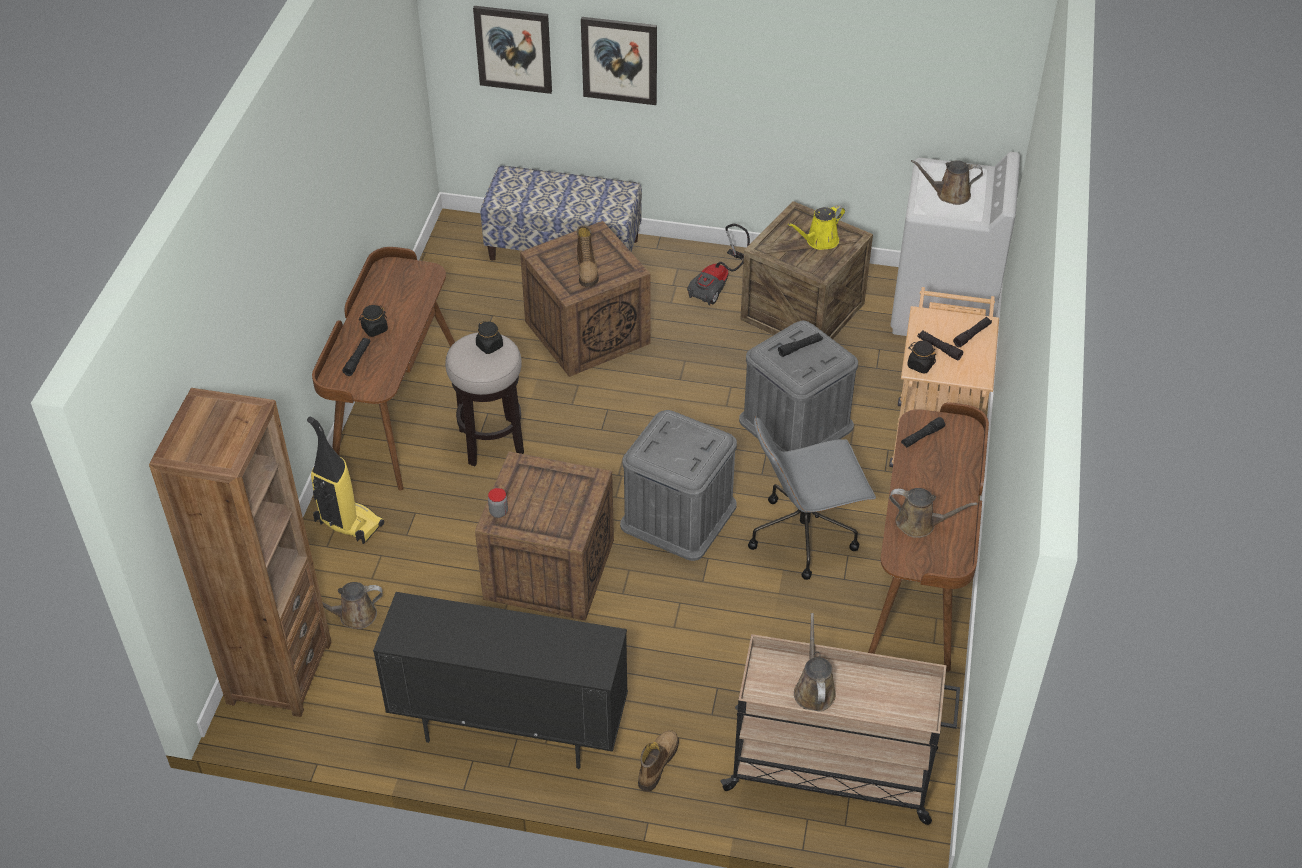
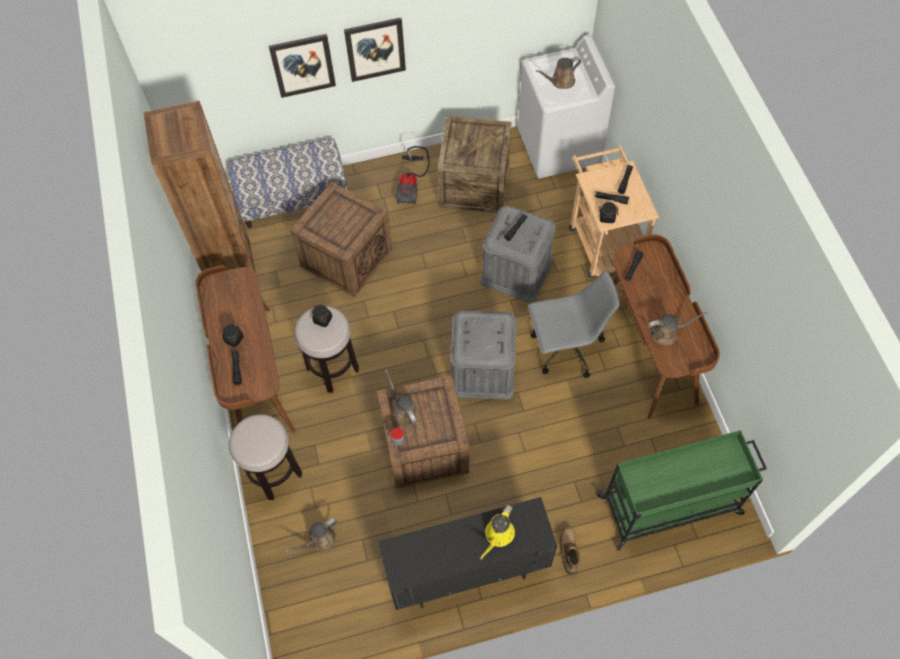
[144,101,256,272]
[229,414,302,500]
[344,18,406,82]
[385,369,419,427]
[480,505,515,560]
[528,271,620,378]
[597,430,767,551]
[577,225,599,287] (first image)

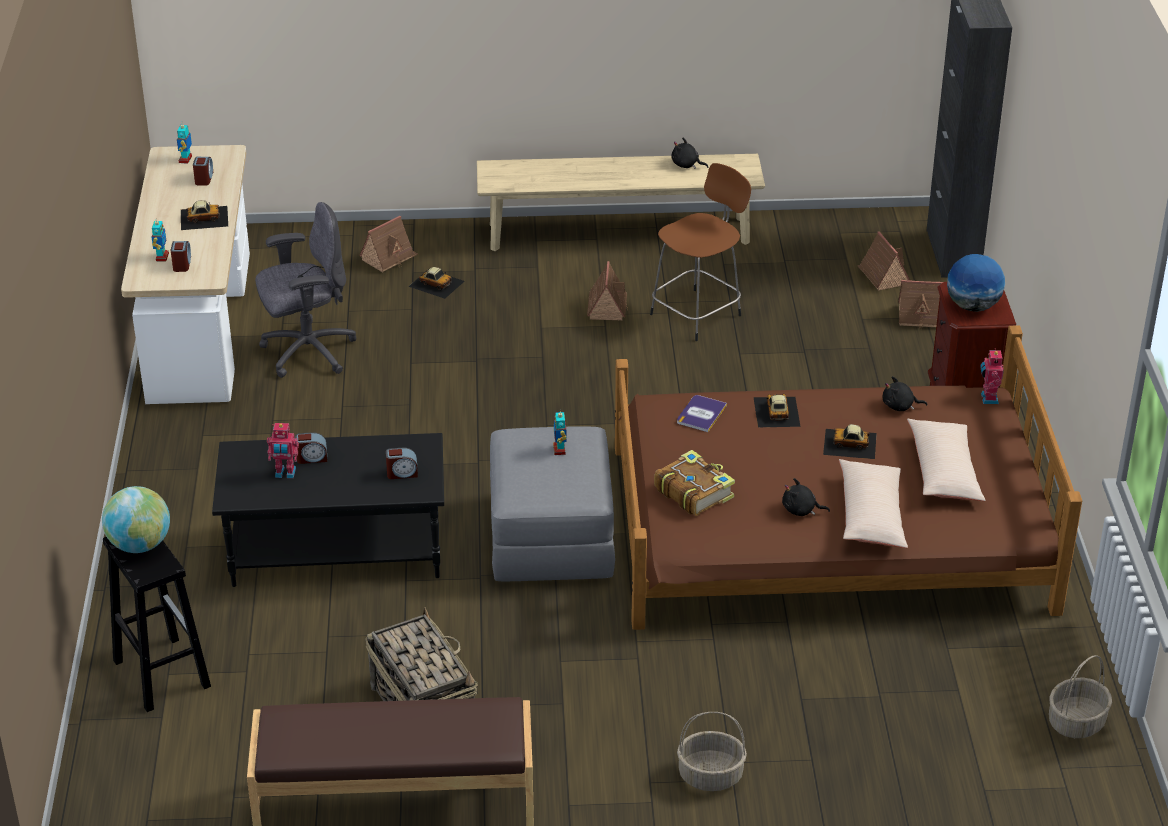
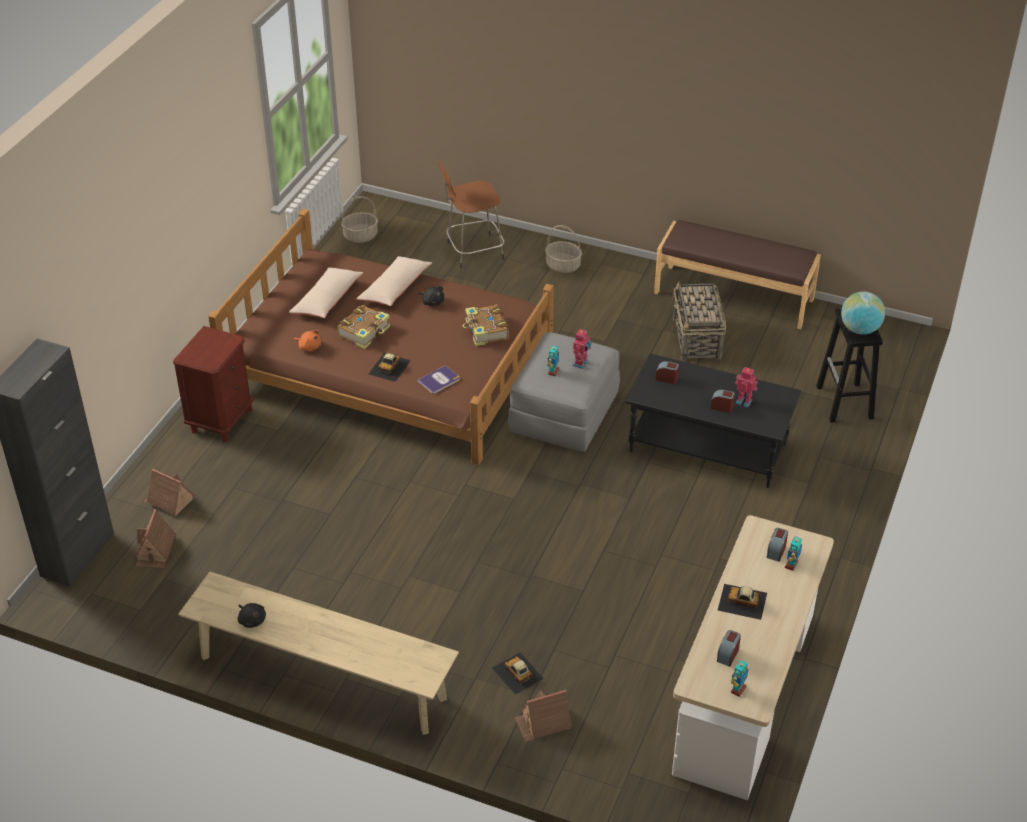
[293,330,321,351]
[337,305,390,349]
[438,160,504,268]
[573,329,591,369]
[255,202,356,378] (first image)
[587,261,628,320] (first image)
[947,254,1005,312] (first image)

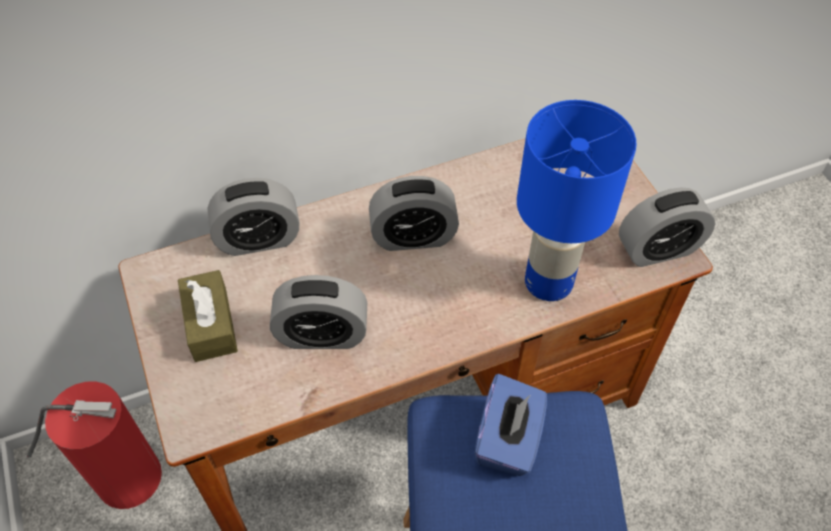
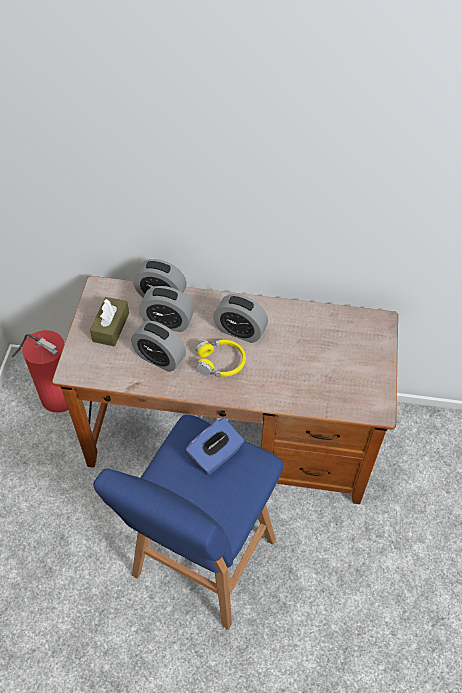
[139,286,194,332]
[196,340,246,377]
[517,100,637,301] (first image)

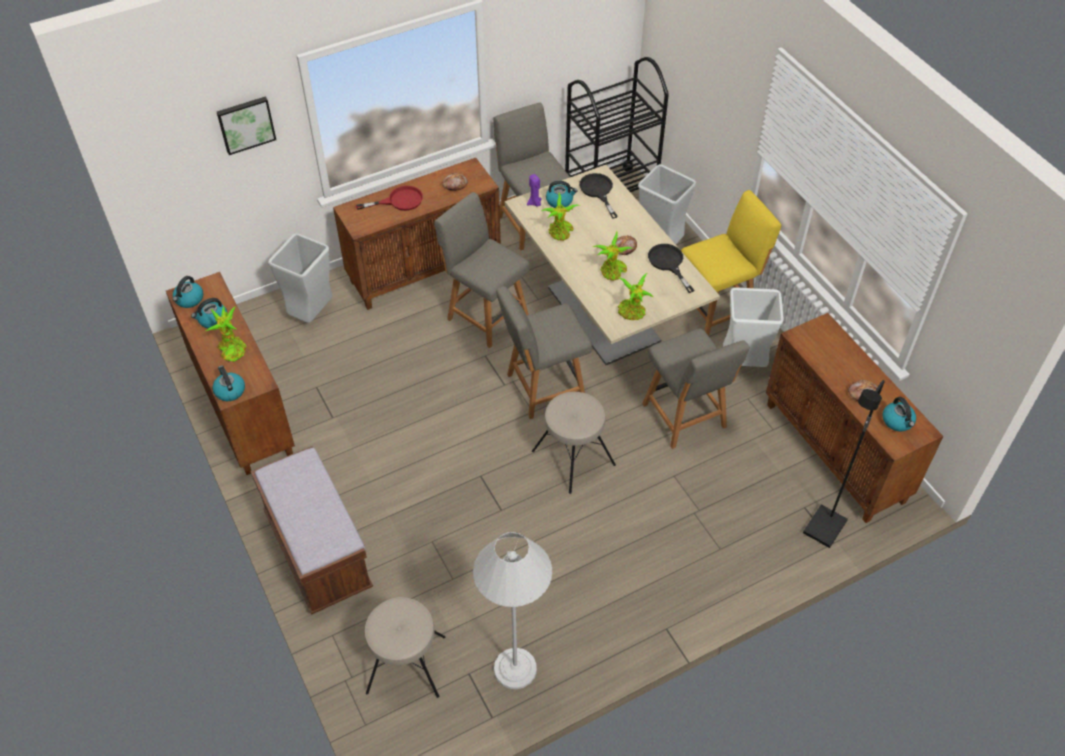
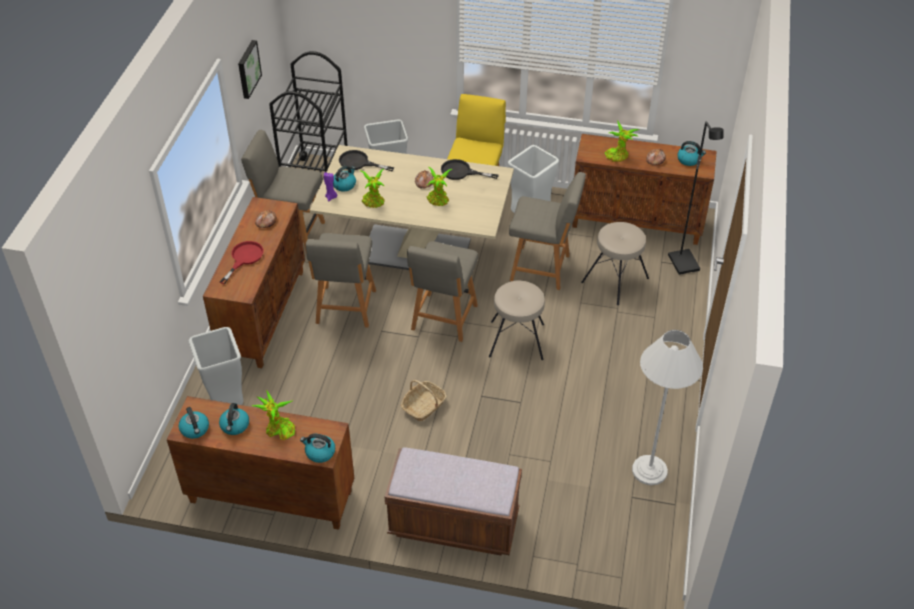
[238,40,262,99]
[306,233,376,328]
[401,380,447,421]
[581,222,649,305]
[605,120,639,162]

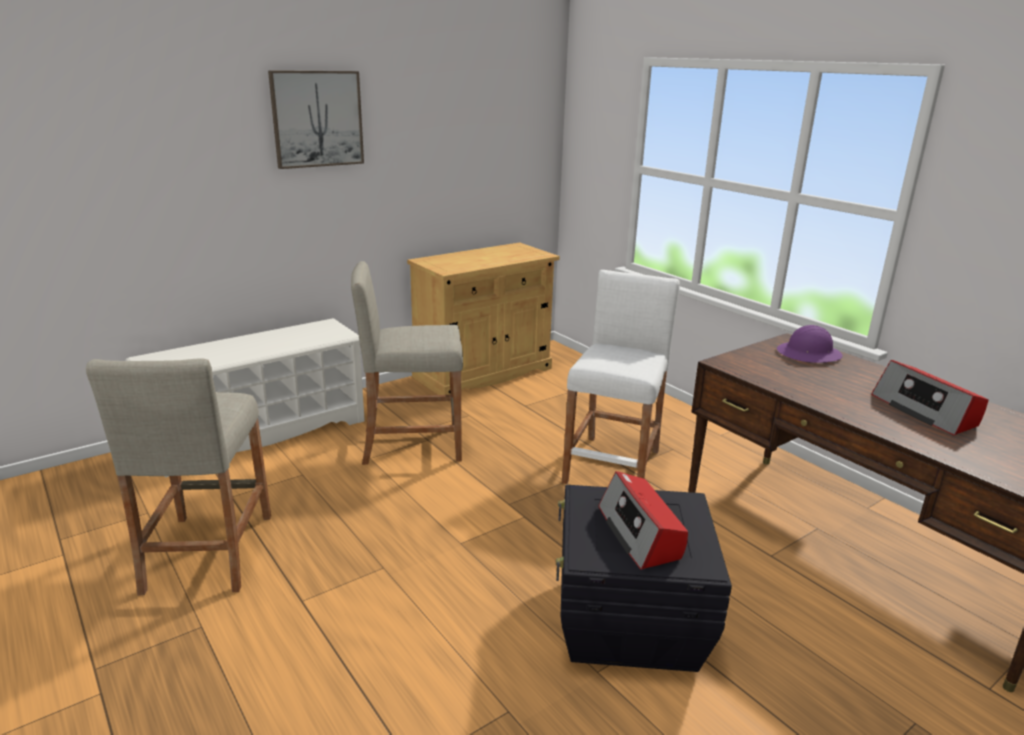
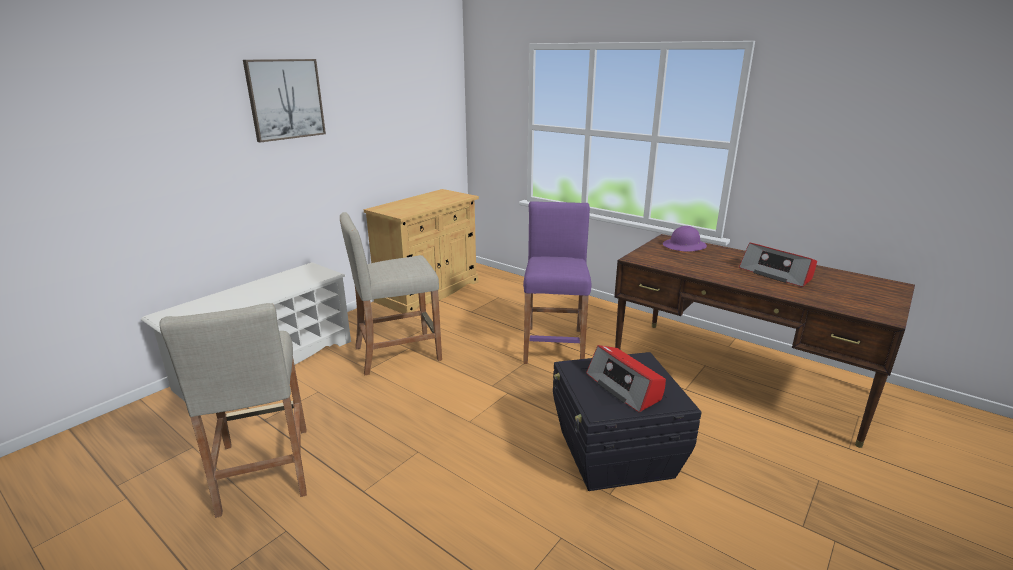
[523,201,591,364]

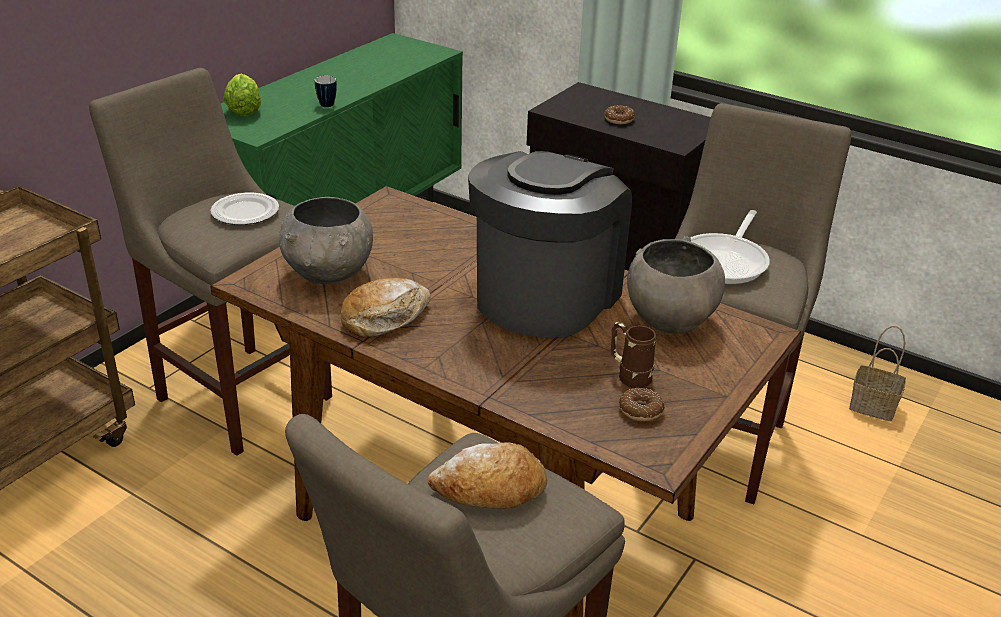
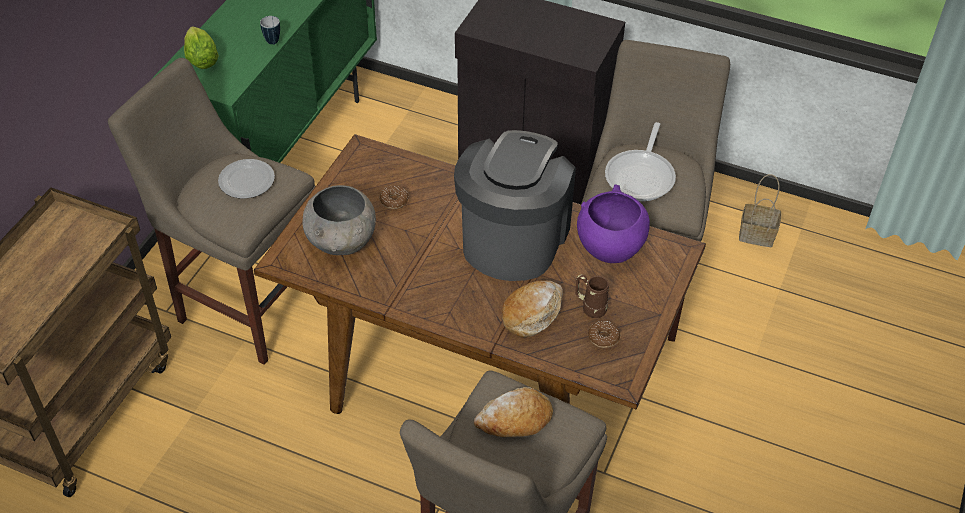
[379,185,409,209]
[502,280,563,338]
[577,184,650,263]

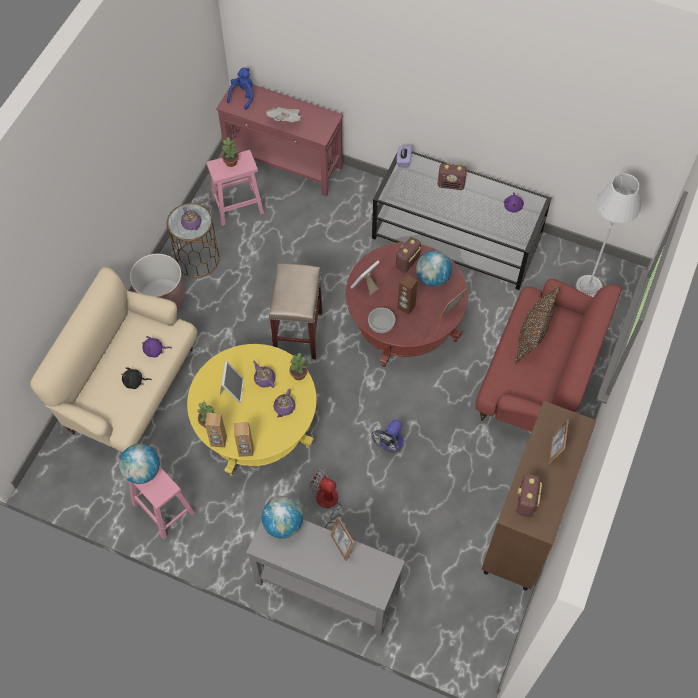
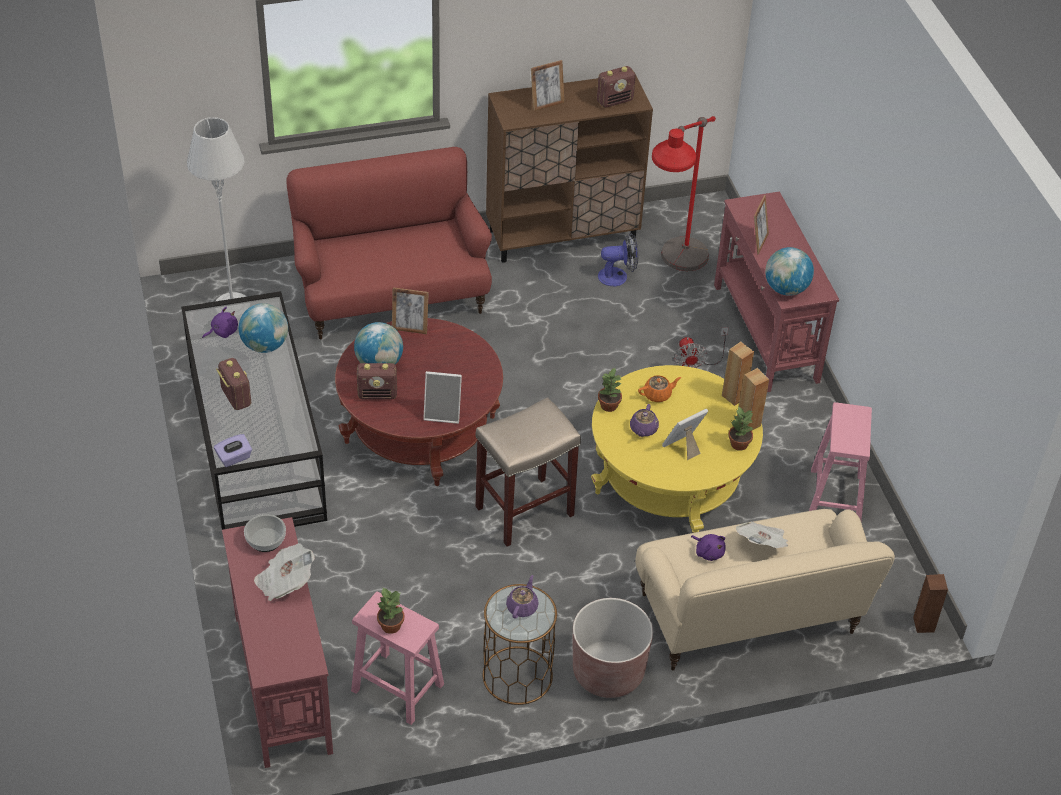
[239,303,288,353]
[244,514,286,552]
[598,233,638,286]
[638,375,681,402]
[652,116,716,271]
[714,191,839,392]
[736,521,788,548]
[913,574,948,633]
[227,68,254,110] (first image)
[515,286,560,364] (first image)

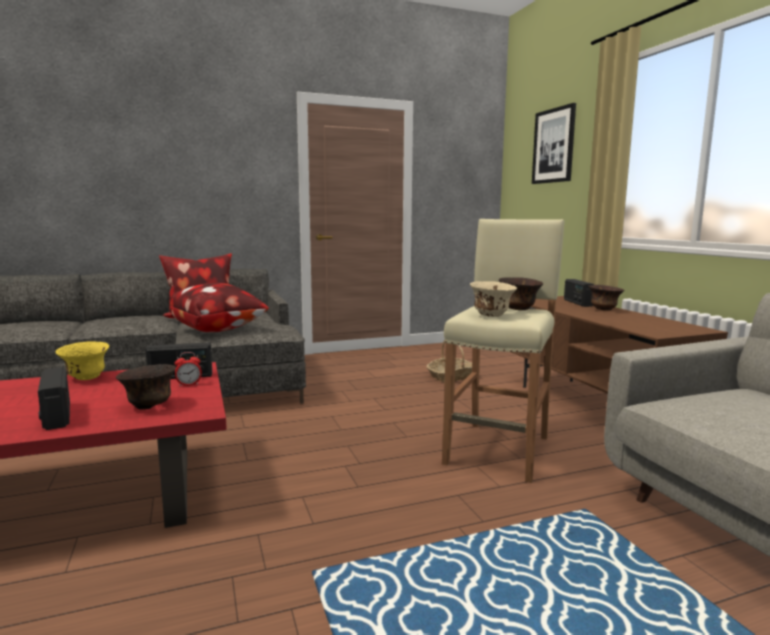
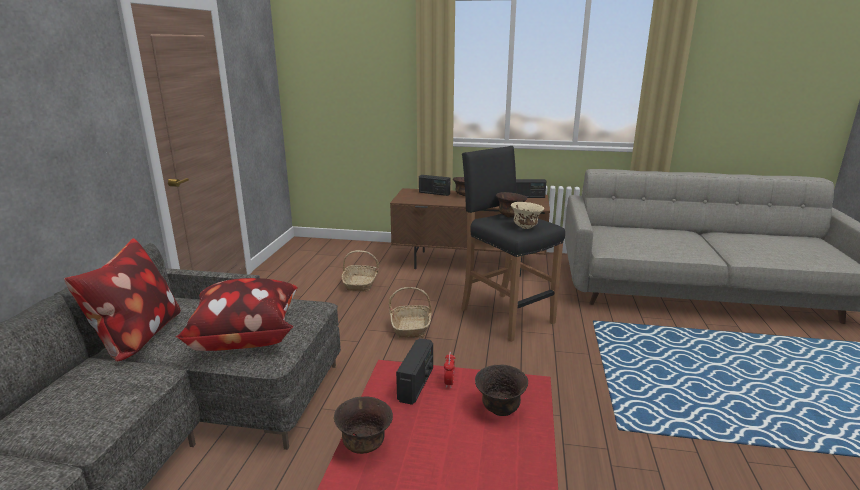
[334,396,393,454]
[389,287,432,338]
[461,146,565,342]
[516,179,546,198]
[532,103,576,184] (first image)

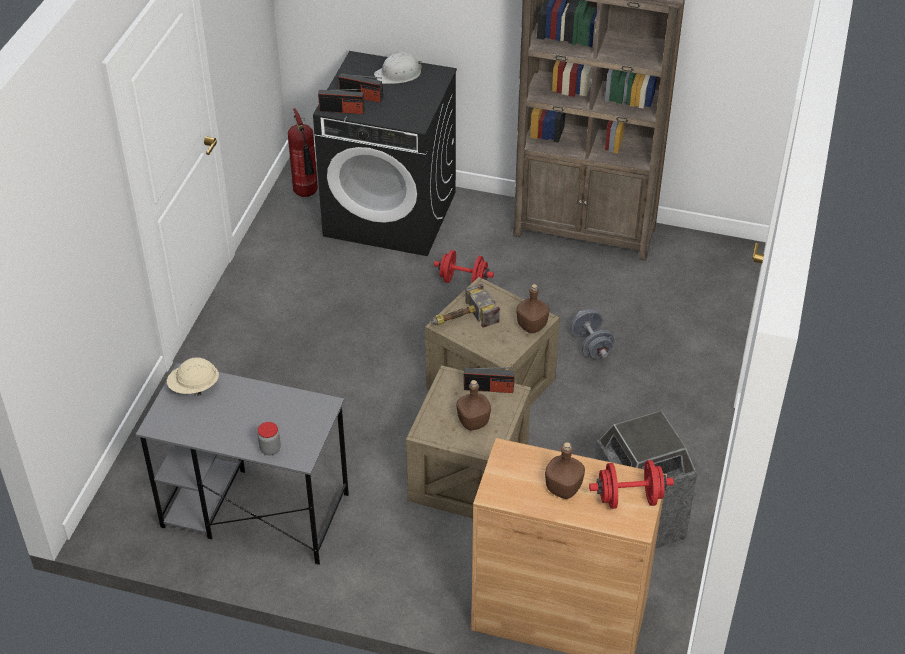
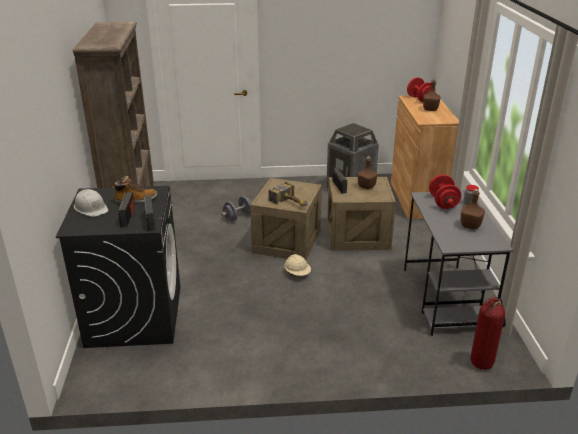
[113,176,157,204]
[284,254,311,276]
[429,175,461,209]
[461,189,485,229]
[470,298,506,370]

